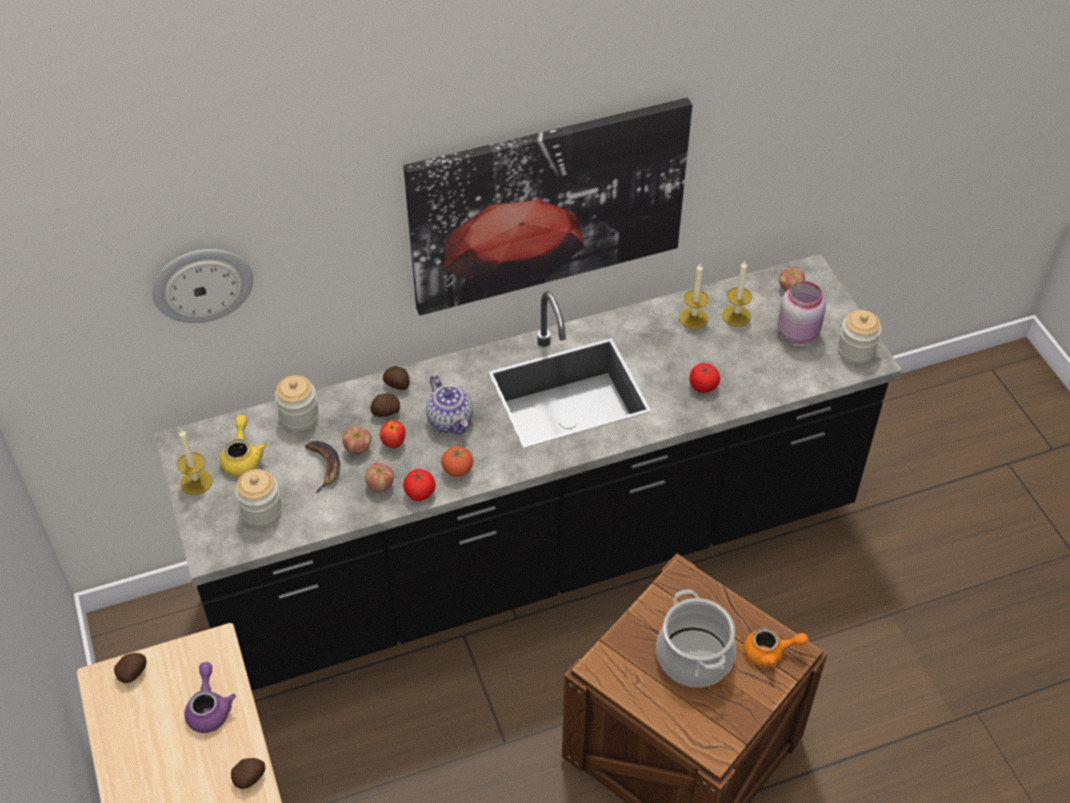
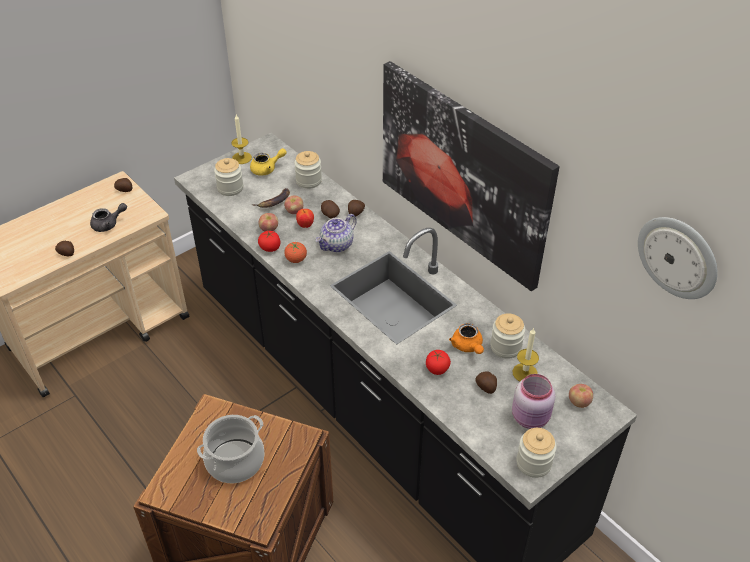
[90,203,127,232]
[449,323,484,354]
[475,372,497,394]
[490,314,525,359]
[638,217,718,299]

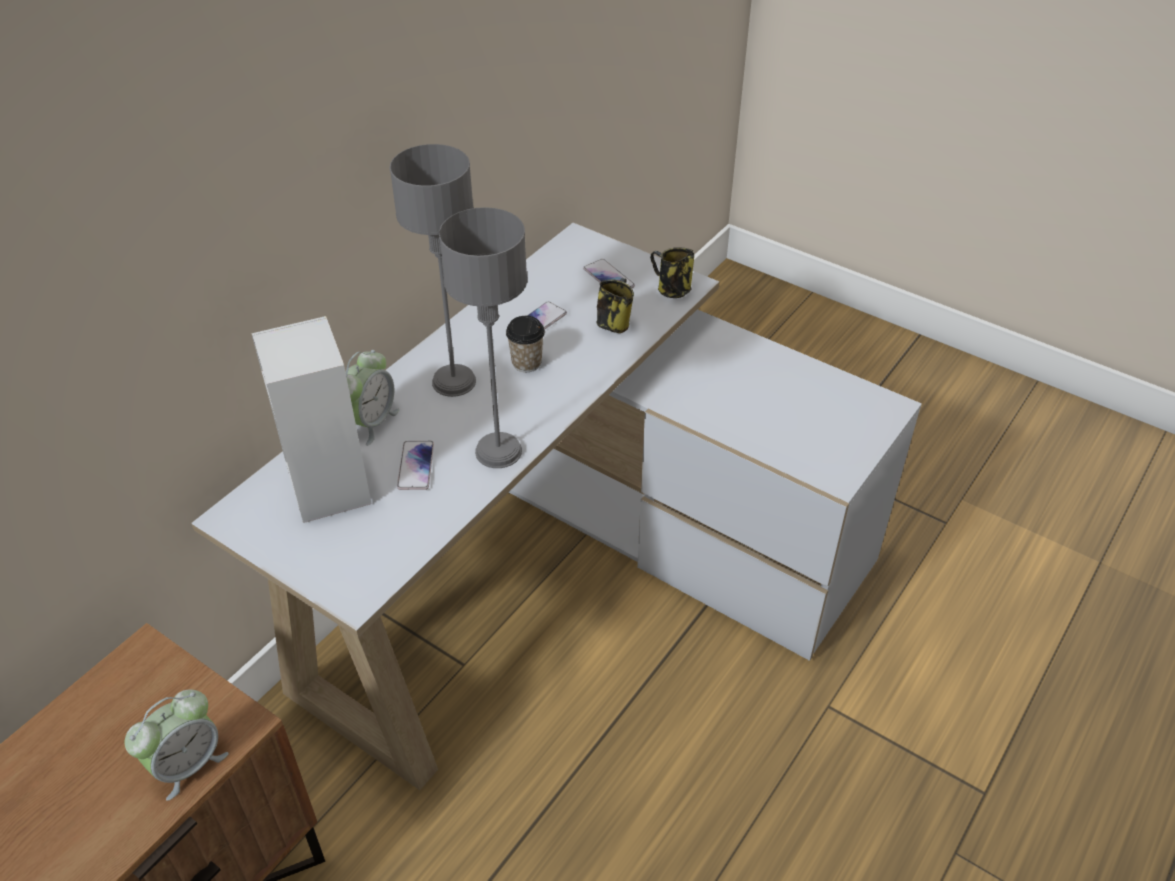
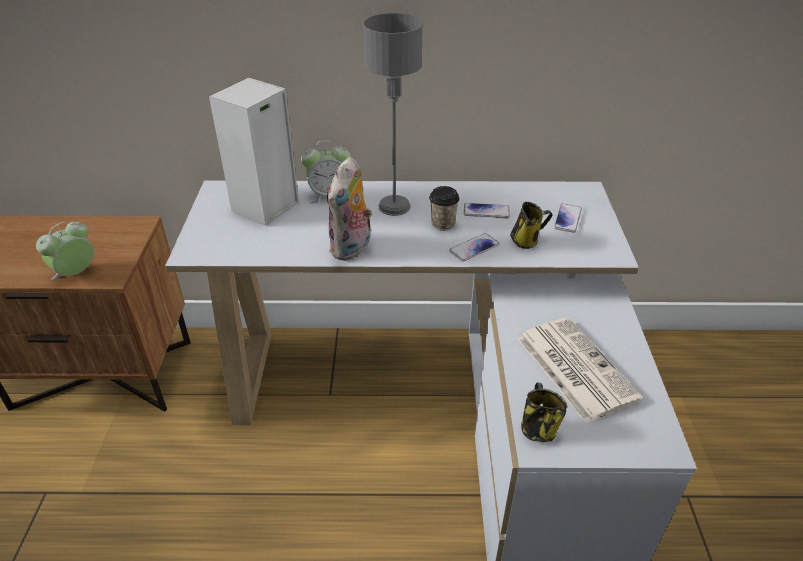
[36,222,94,280]
[327,157,372,261]
[449,233,500,262]
[517,317,643,423]
[521,382,568,442]

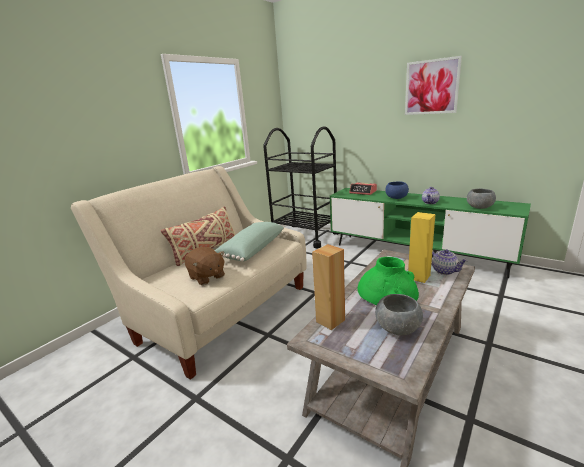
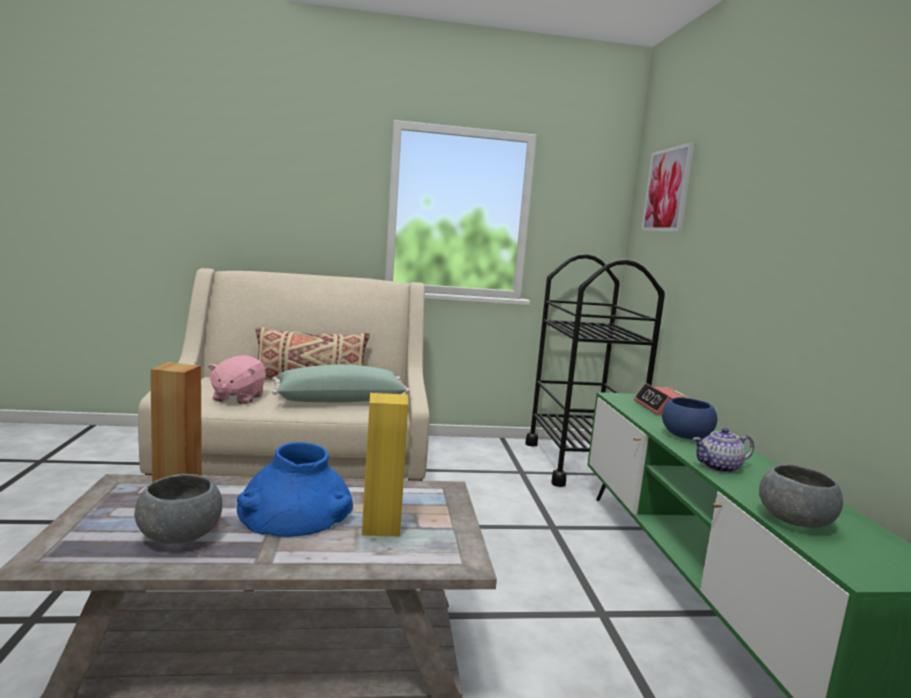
[207,355,266,404]
[237,442,353,537]
[641,143,695,232]
[431,249,468,275] (first image)

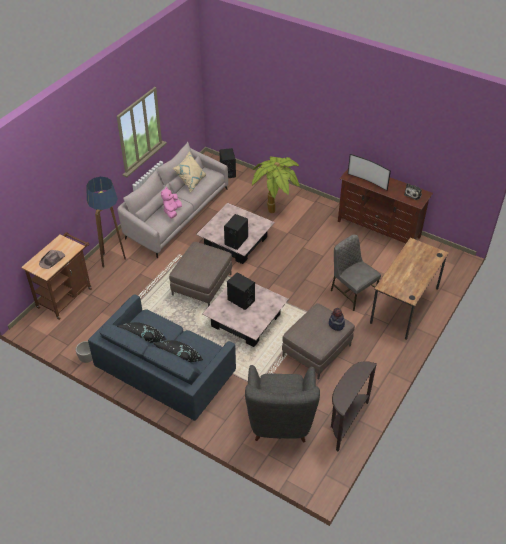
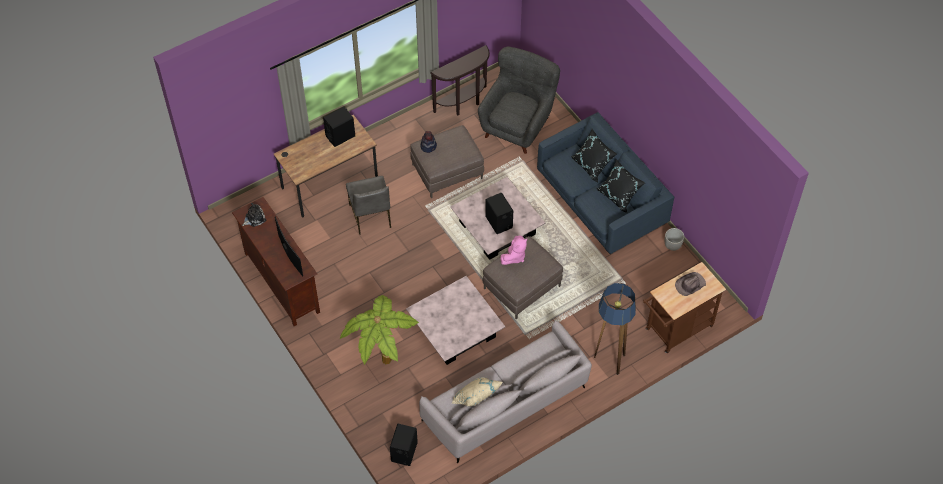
[323,107,355,147]
[500,235,527,265]

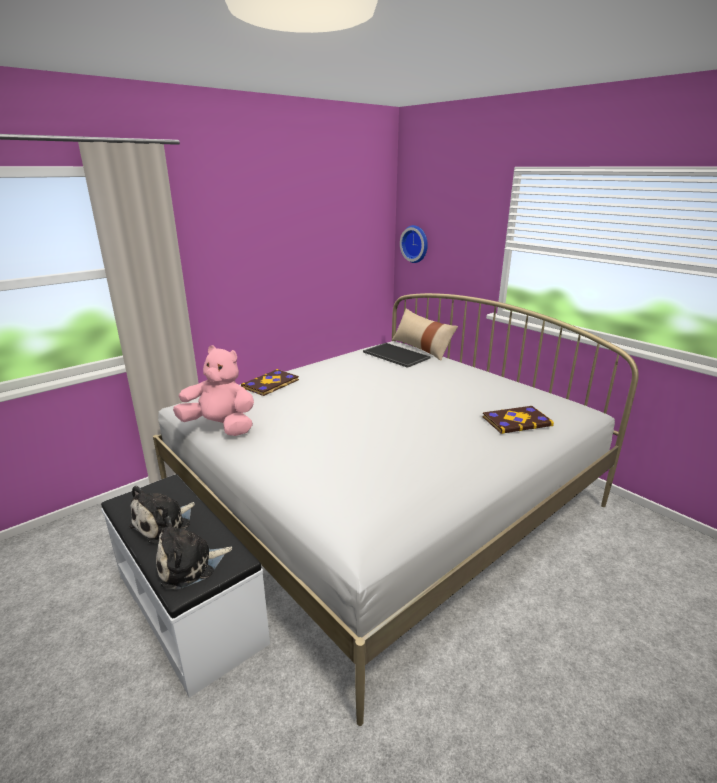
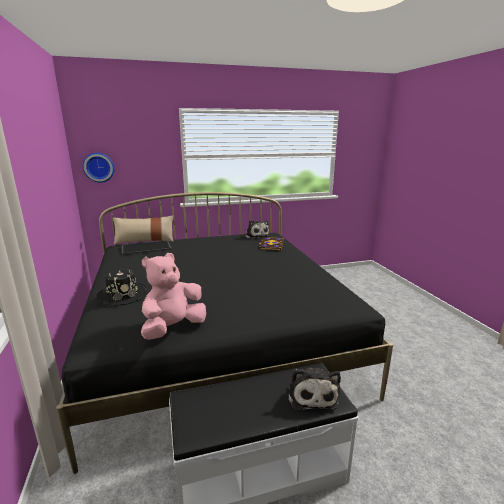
[56,192,393,474]
[97,269,147,306]
[245,220,269,239]

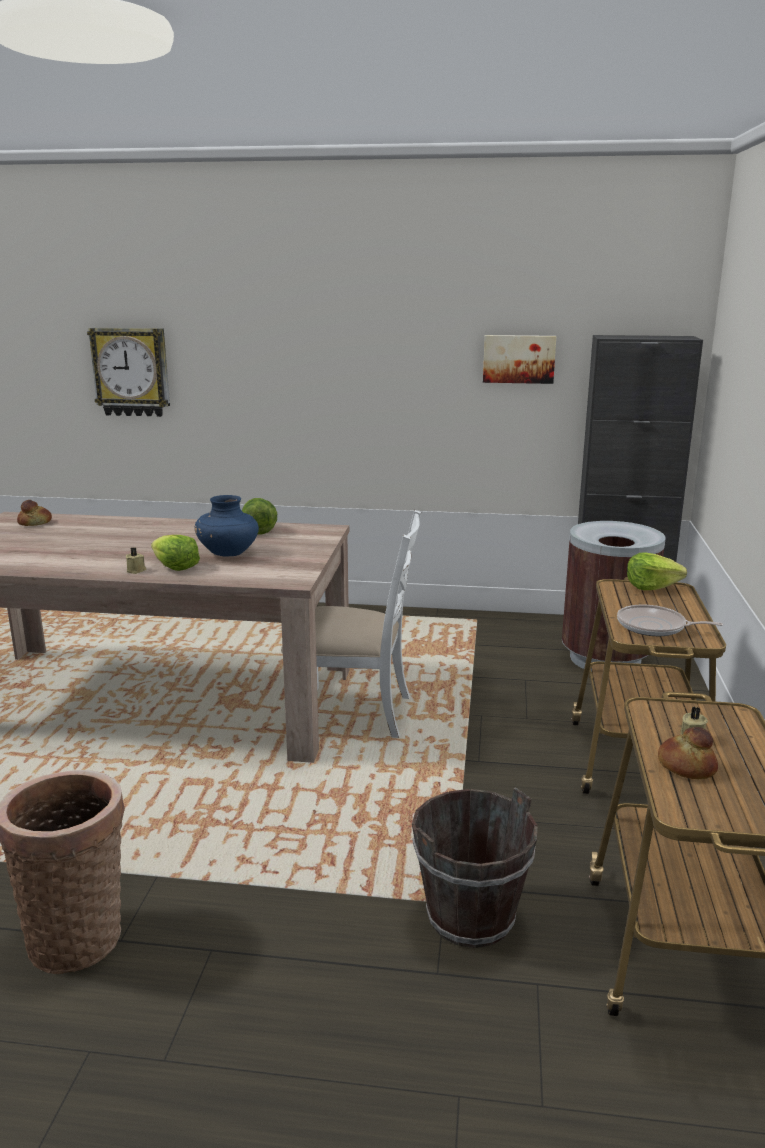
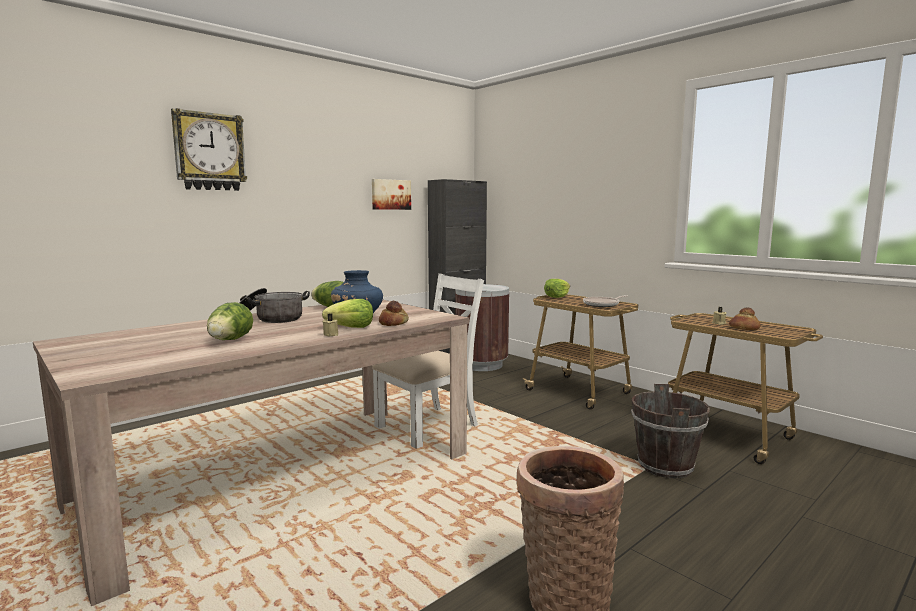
[171,108,247,191]
[207,302,253,340]
[239,288,310,323]
[379,301,409,326]

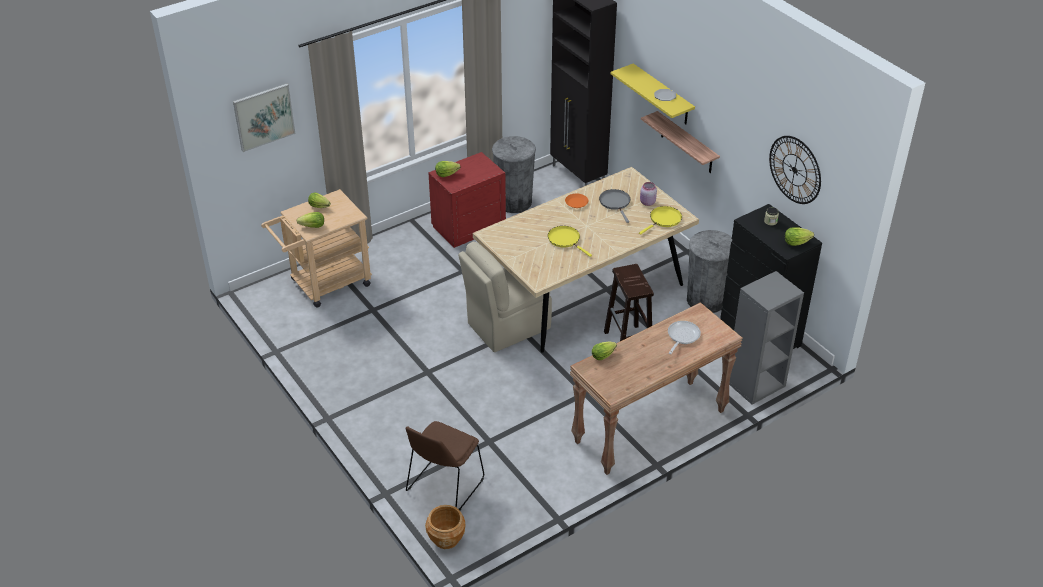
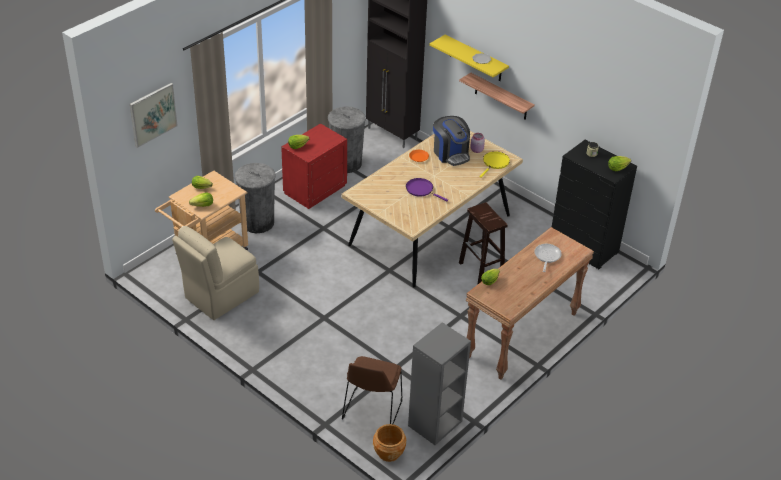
[172,226,259,320]
[235,163,276,233]
[406,178,448,201]
[408,322,471,445]
[433,116,470,166]
[769,136,821,204] (first image)

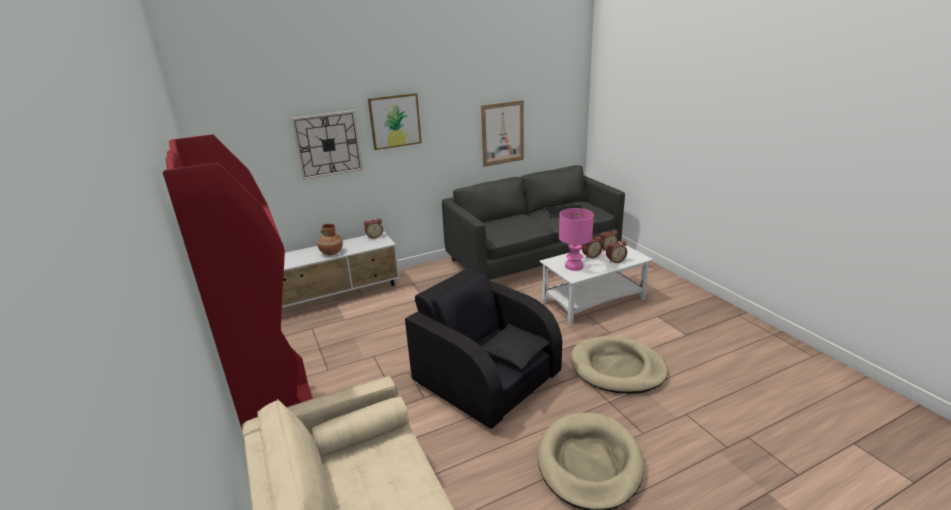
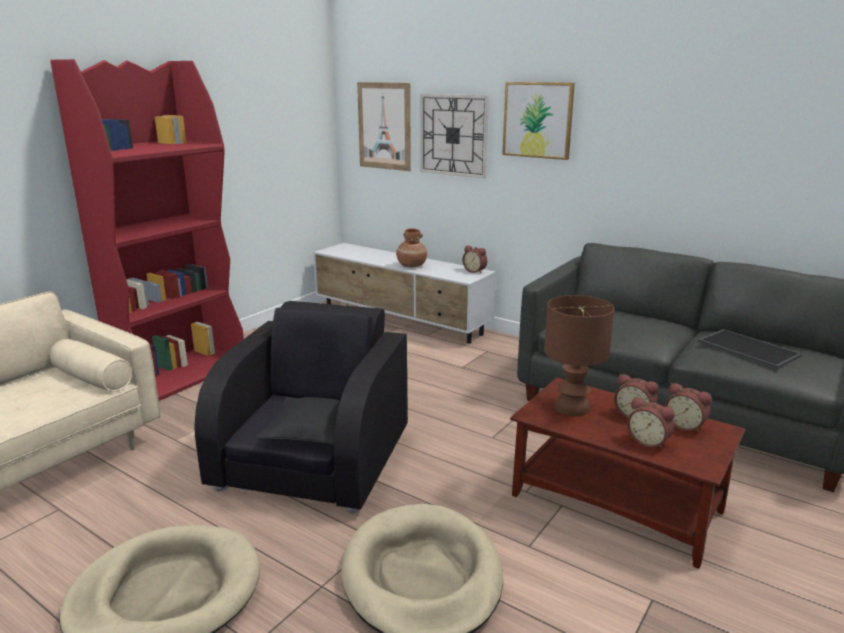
[357,82,411,171]
[510,378,746,569]
[544,295,614,417]

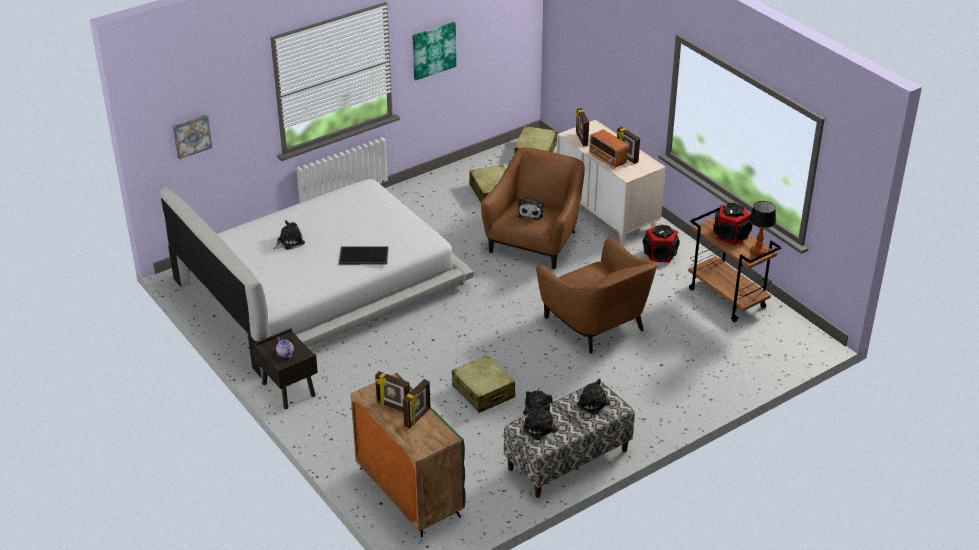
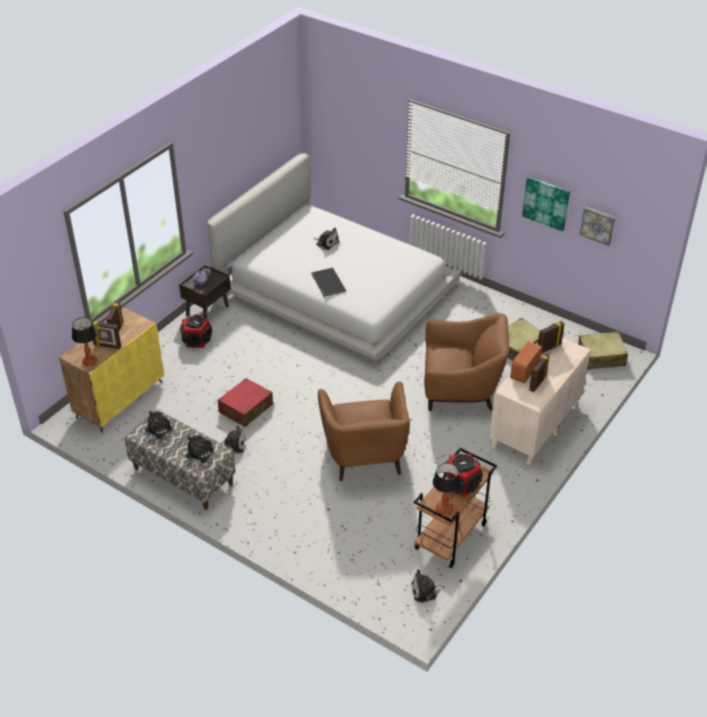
[59,308,164,433]
[72,317,97,366]
[180,314,212,348]
[218,378,273,427]
[318,381,410,481]
[411,569,445,603]
[580,207,615,246]

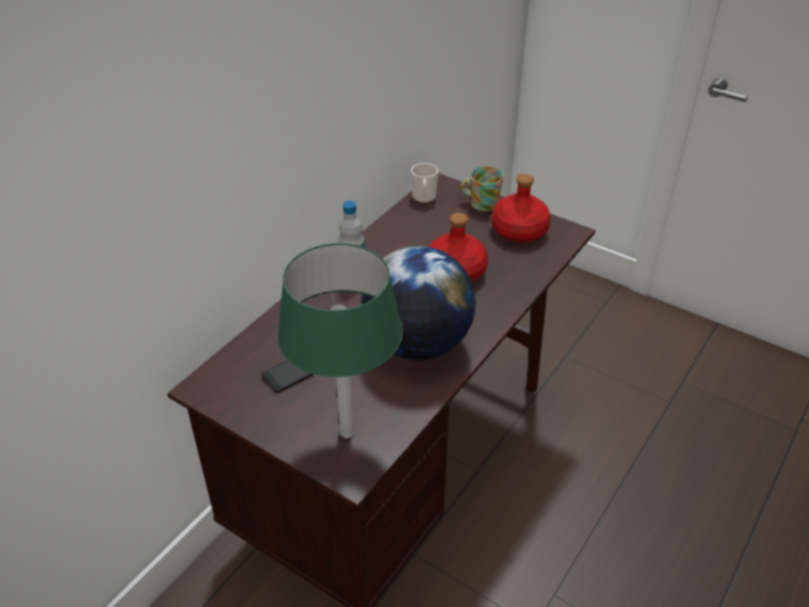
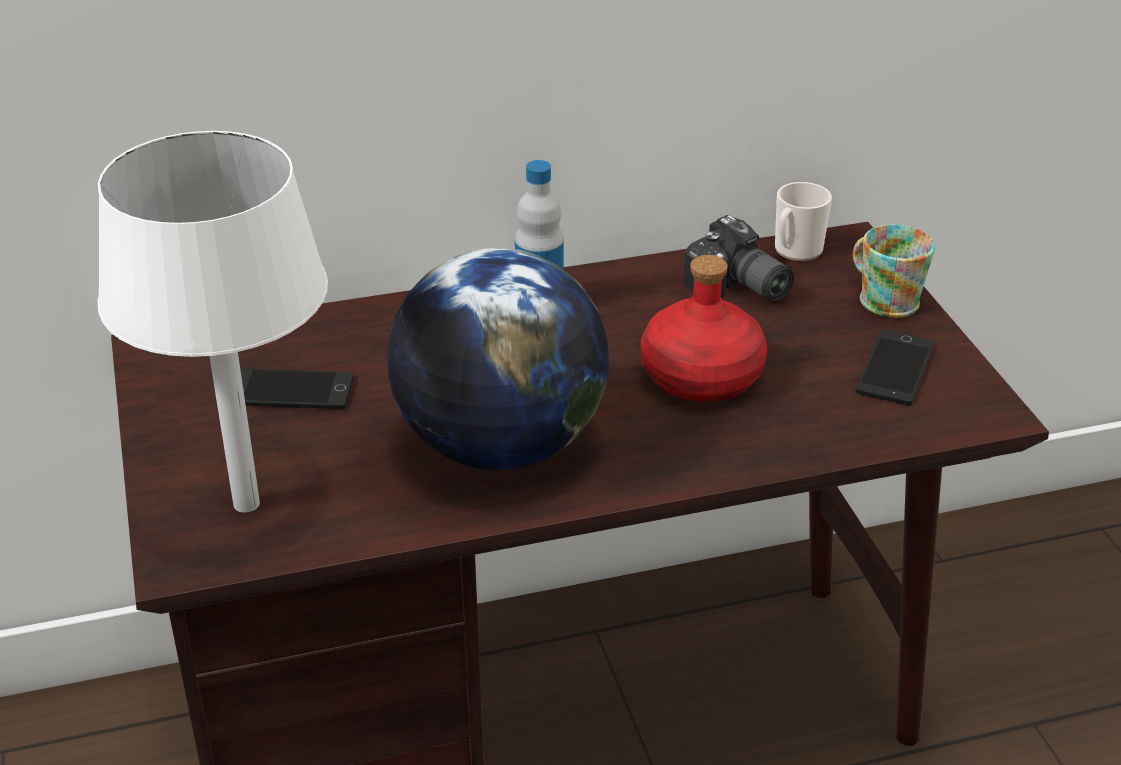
[98,131,328,513]
[683,215,794,301]
[856,330,935,405]

